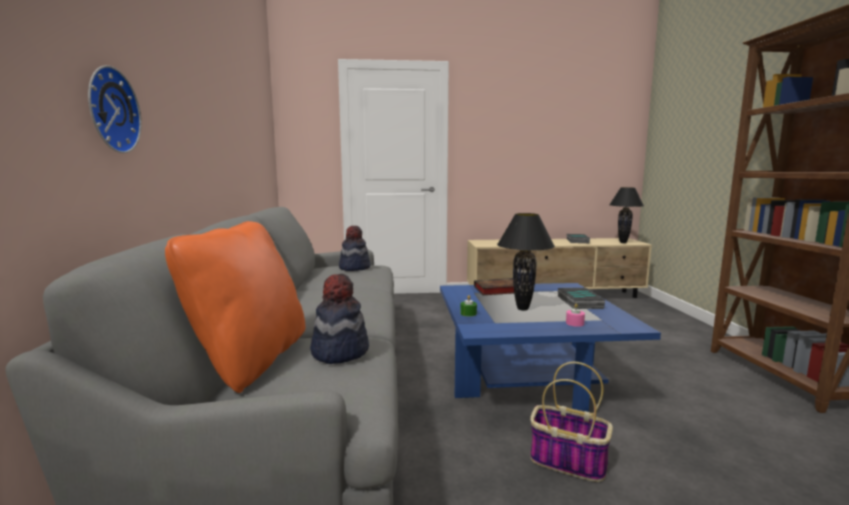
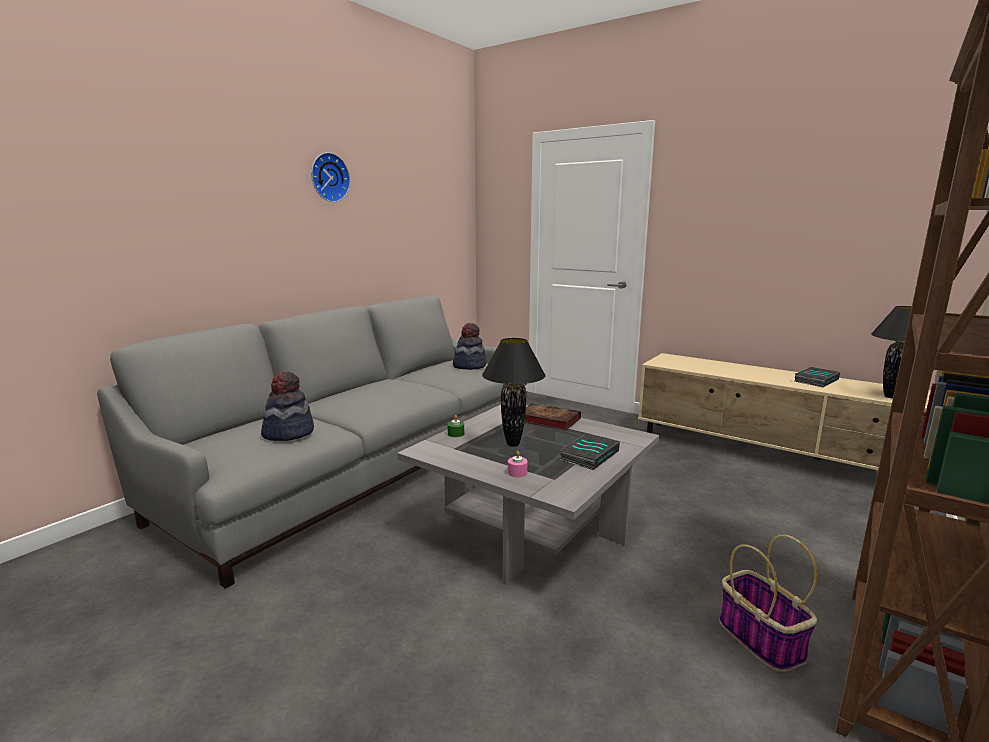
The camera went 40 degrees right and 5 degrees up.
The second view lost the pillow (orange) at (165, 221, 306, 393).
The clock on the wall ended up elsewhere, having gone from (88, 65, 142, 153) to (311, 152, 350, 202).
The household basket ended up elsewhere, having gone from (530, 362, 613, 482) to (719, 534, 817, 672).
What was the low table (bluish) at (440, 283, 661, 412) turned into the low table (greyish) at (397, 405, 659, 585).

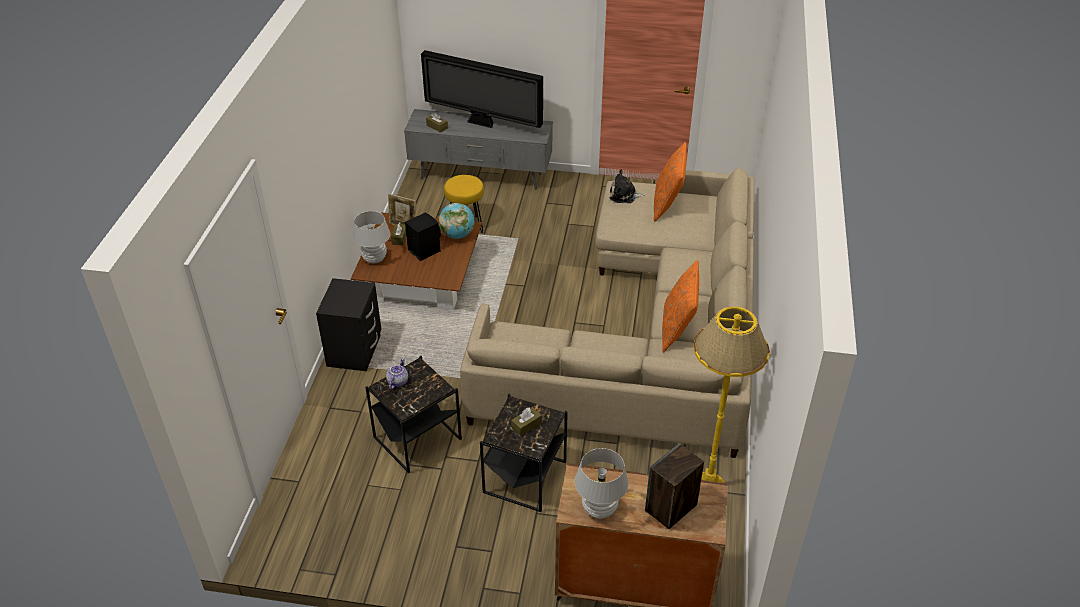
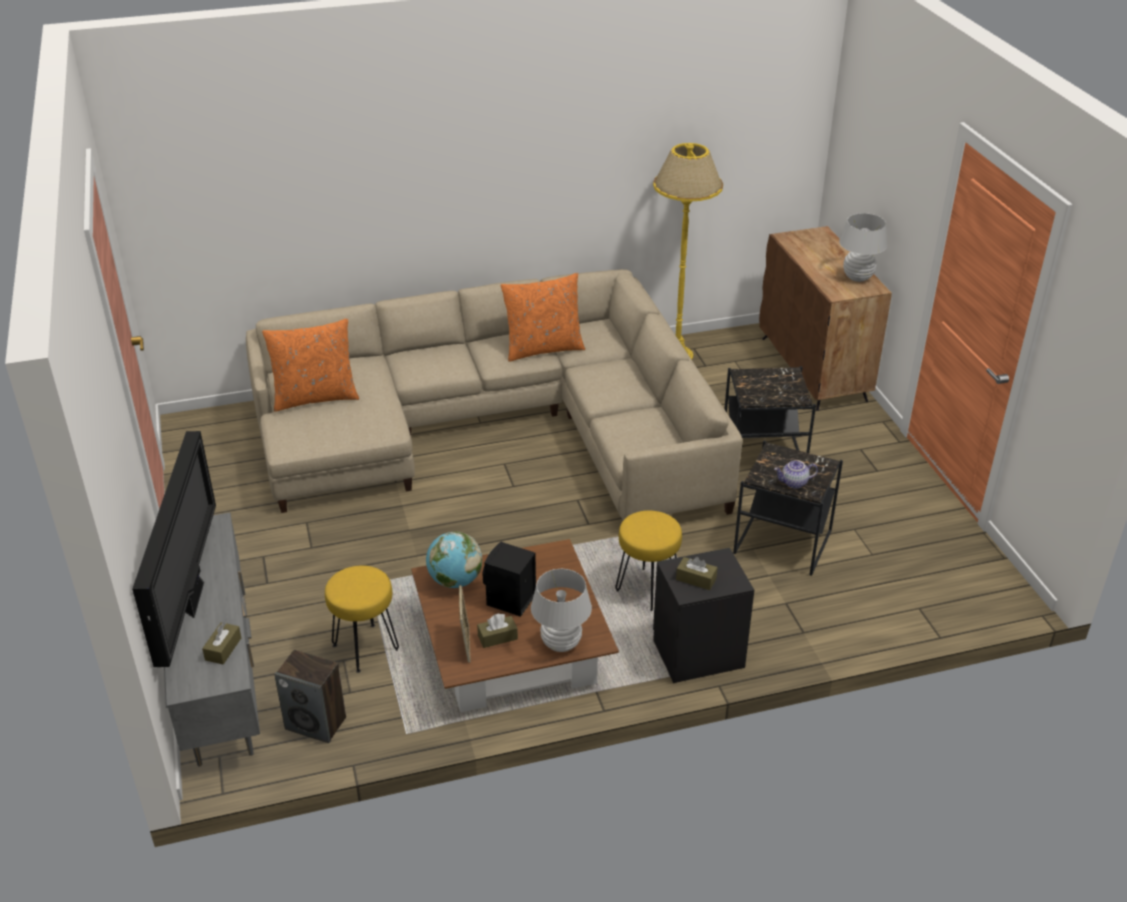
The camera went 115 degrees left and 5 degrees down.
The second view lost the plush toy at (609, 169, 645, 203).
The second view gained the stool (yellow) at (615, 510, 682, 611).
The tissue box (brownish) ended up elsewhere, having gone from (511, 407, 542, 436) to (676, 557, 718, 590).
The audio speaker ended up elsewhere, having gone from (645, 443, 704, 529) to (274, 650, 346, 743).

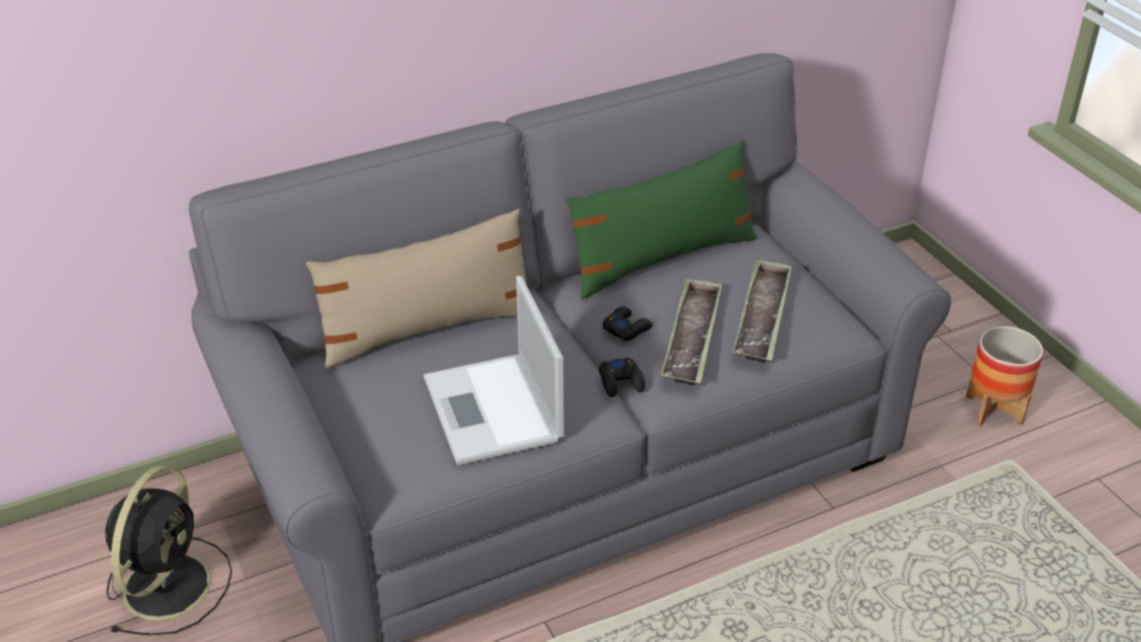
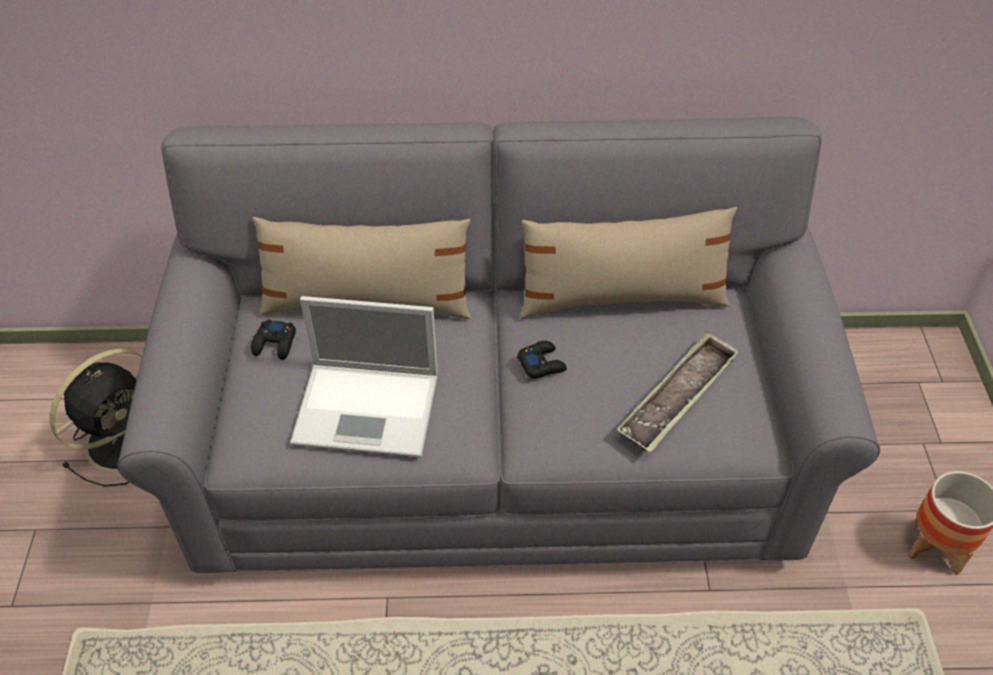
The camera went 25 degrees right and 10 degrees up.
The second view lost the carrying tray at (661, 277, 722, 386).
The joypad (black) ended up elsewhere, having gone from (599, 357, 645, 397) to (251, 320, 296, 360).
What was the pillow (green-coloured) at (566, 140, 758, 300) turned into the pillow (sand-coloured) at (520, 207, 737, 319).
The portable computer at (423, 276, 564, 465) ended up facing another way, 90 degrees counterclockwise from before.

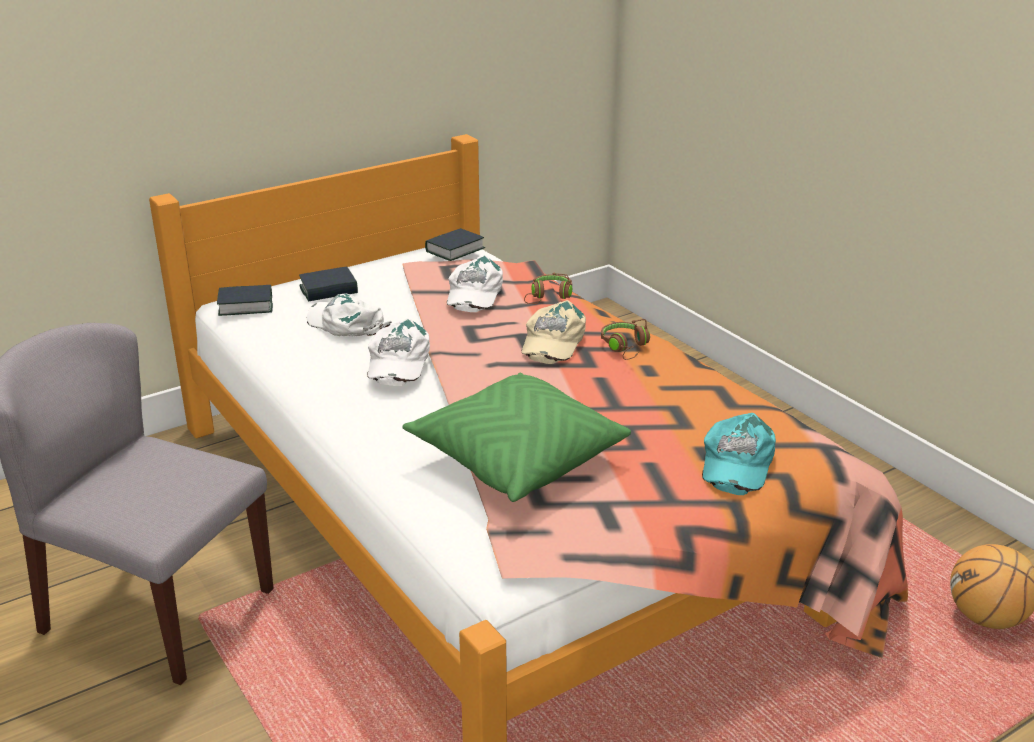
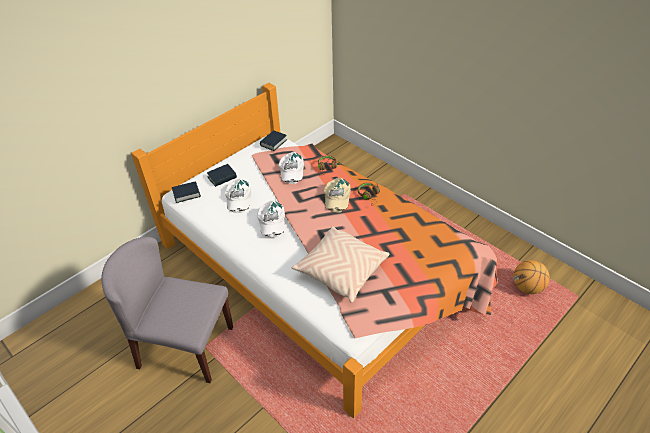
The camera went 10 degrees left and 15 degrees up.
The second view lost the baseball cap (turquoise-coloured) at (702, 413, 776, 495).
What was the pillow (green-coloured) at (402, 373, 631, 502) turned into the pillow (sand-coloured) at (292, 226, 389, 303).
The baseball cap (whitish) at (307, 293, 392, 337) ended up facing another way, 120 degrees counterclockwise from before.

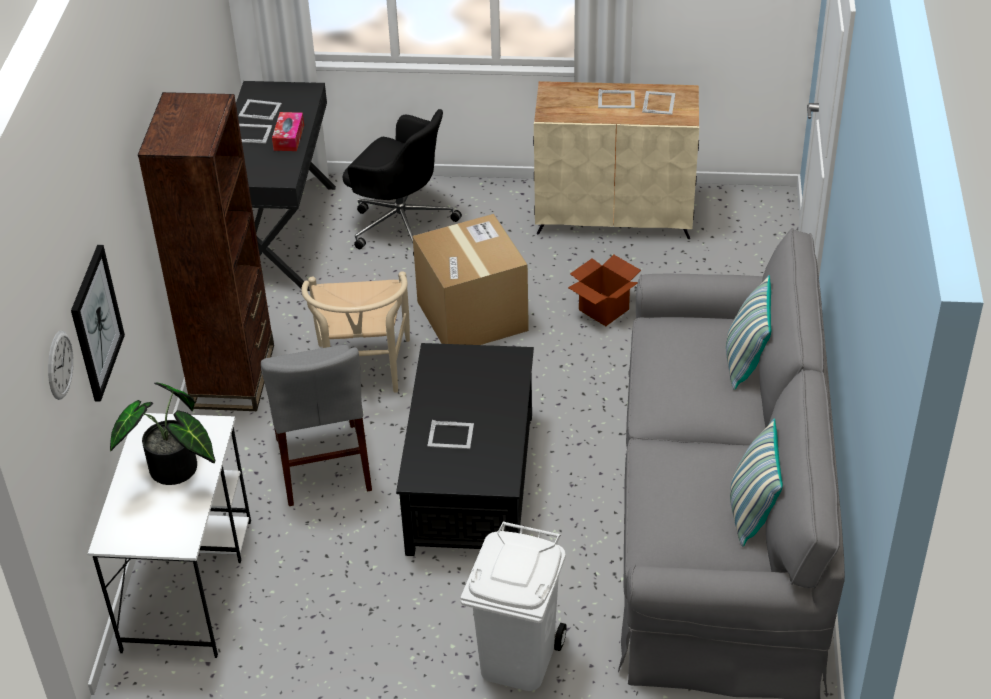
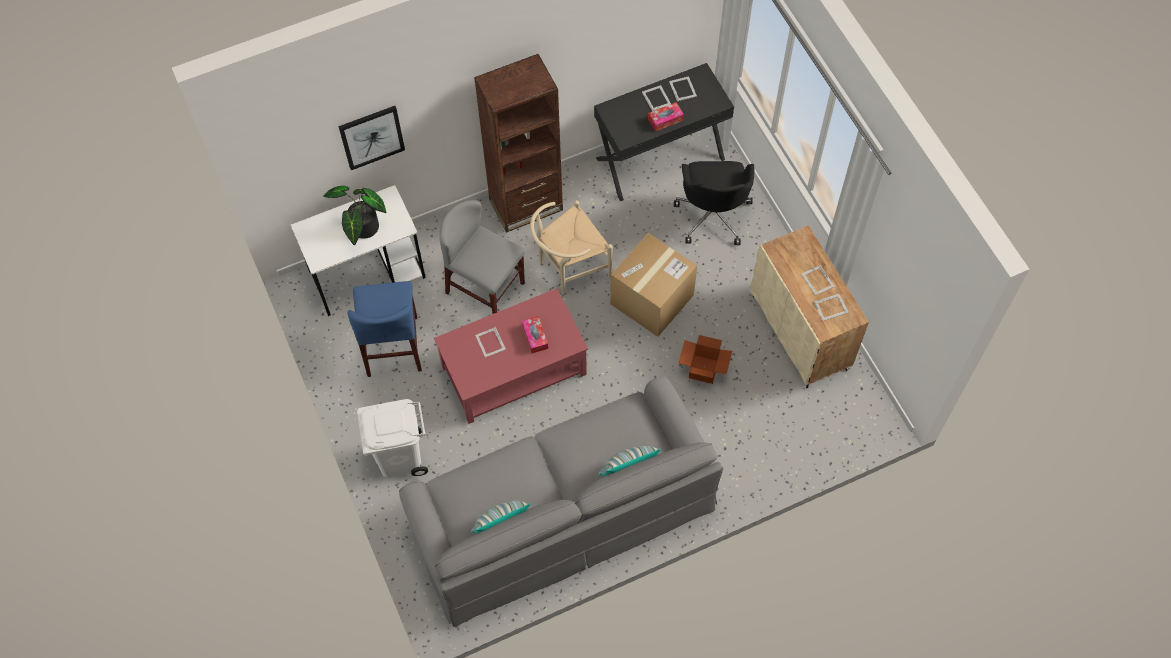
The camera went 60 degrees right and 20 degrees up.
The second view lost the clock on the wall at (48, 331, 73, 400).
The second view gained the plain chair (bluish) at (348, 281, 422, 377).
The second view gained the tissue box at (522, 316, 548, 353).
What was the low table (black) at (396, 343, 534, 556) turned into the low table (red) at (434, 288, 588, 424).
The plain chair (greyish) at (261, 345, 372, 506) ended up facing another way, 75 degrees clockwise from before.

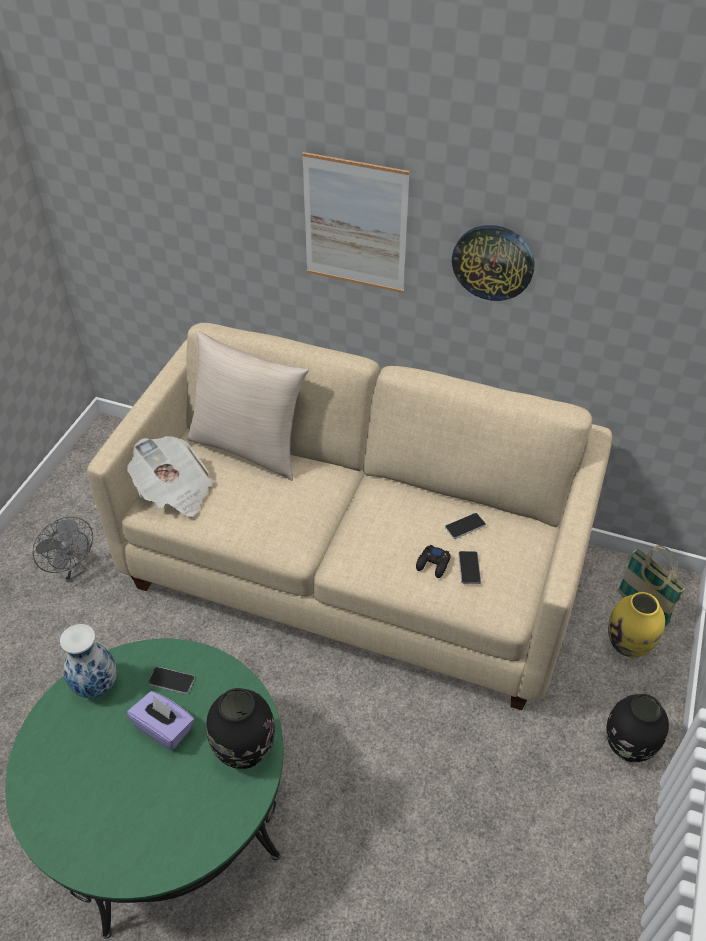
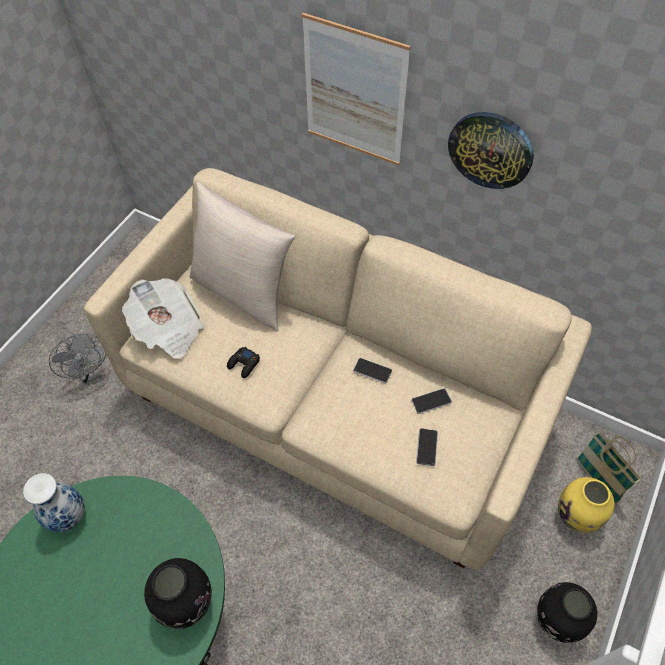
The camera went 10 degrees right and 10 degrees up.
The second view lost the tissue box (purplish) at (127, 691, 194, 751).
The phone ended up elsewhere, having gone from (148, 667, 195, 694) to (353, 358, 392, 383).
The joypad (black) ended up elsewhere, having gone from (416, 545, 451, 578) to (227, 347, 260, 378).

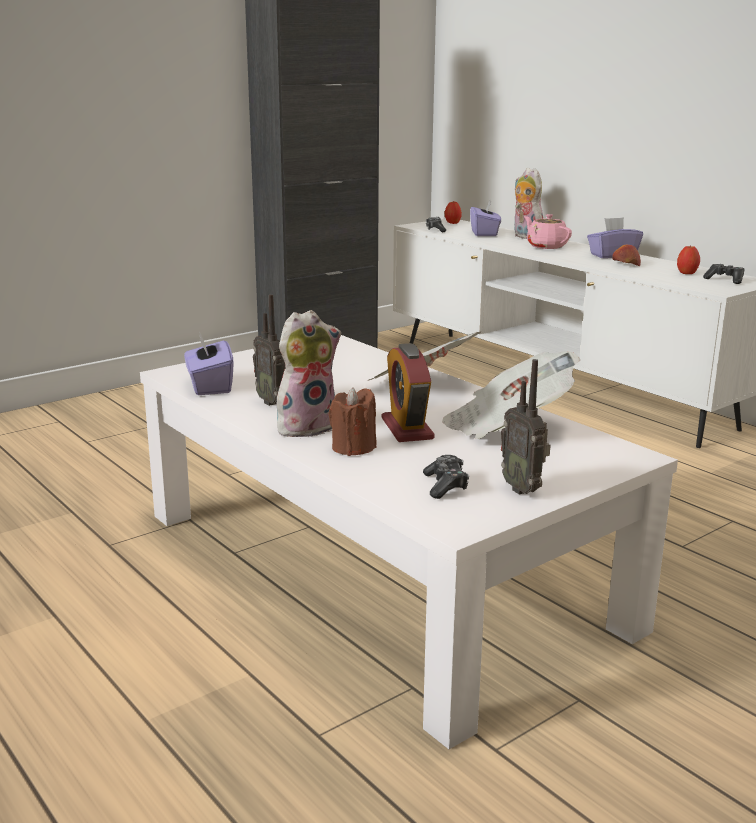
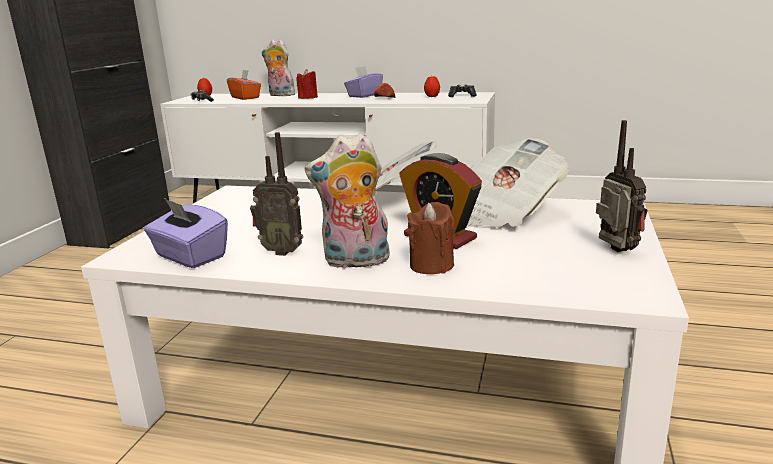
The camera went 35 degrees left and 0 degrees up.
The second view lost the joypad at (423, 455, 469, 499).
Where the teapot (pinkish) stood at (524, 214, 572, 249), the candle (red) came to stand at (296, 69, 318, 99).
What was the tissue box (purplish) at (470, 200, 501, 236) turned into the tissue box (orange) at (227, 70, 261, 100).
The plush toy at (277, 310, 341, 437) ended up facing another way, 120 degrees counterclockwise from before.
The radio set at (501, 359, 551, 495) ended up facing another way, 135 degrees counterclockwise from before.

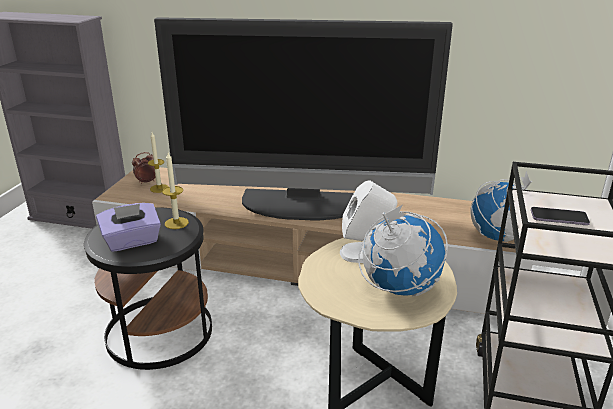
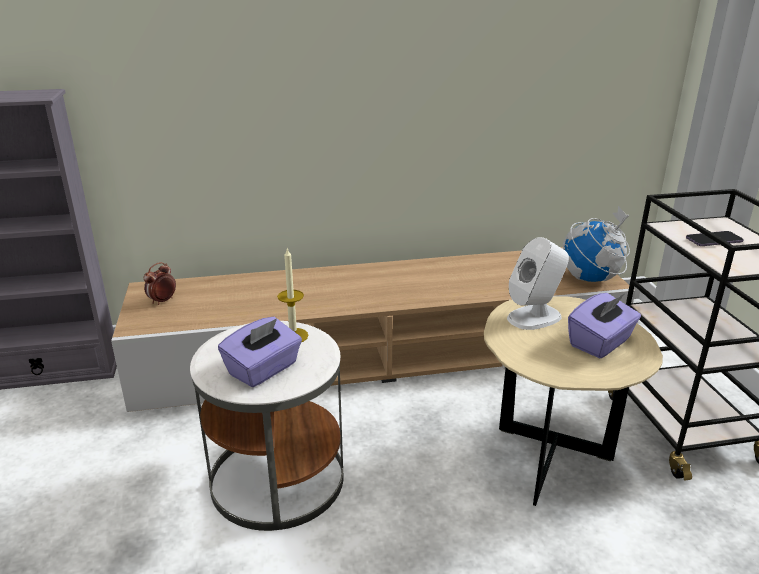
The camera went 25 degrees left and 0 degrees up.
The second view lost the candle at (148, 132, 169, 193).
The second view lost the TV set at (154, 17, 453, 220).
Where the globe stood at (358, 205, 448, 297), the tissue box (purplish) came to stand at (568, 293, 641, 358).
What was the accent table (black) at (84, 207, 212, 370) turned into the accent table (whitish) at (190, 321, 343, 531).

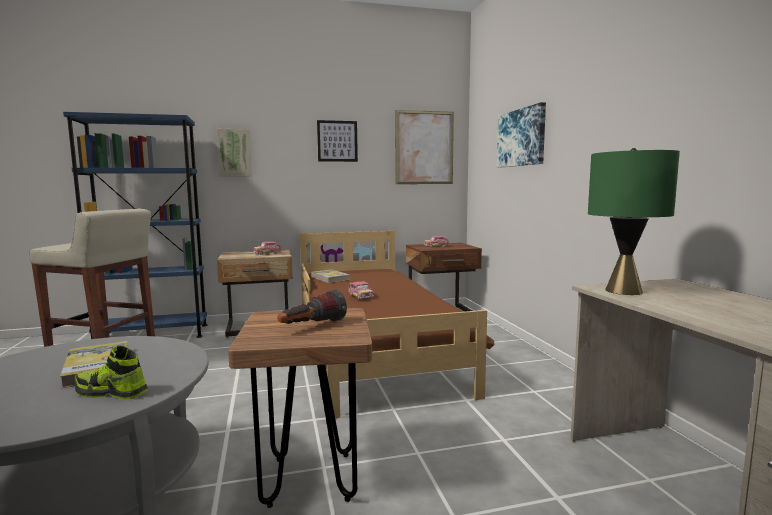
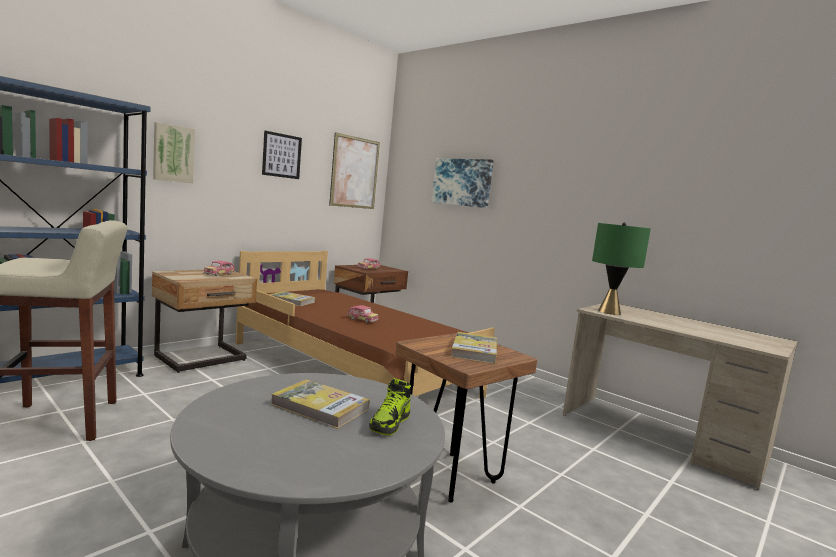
The camera went 35 degrees left and 0 degrees up.
Where the hand torch stood at (278, 289, 347, 324), the book came to stand at (451, 332, 497, 364).
The low shoe at (75, 346, 148, 399) ended up facing another way, 45 degrees counterclockwise from before.

